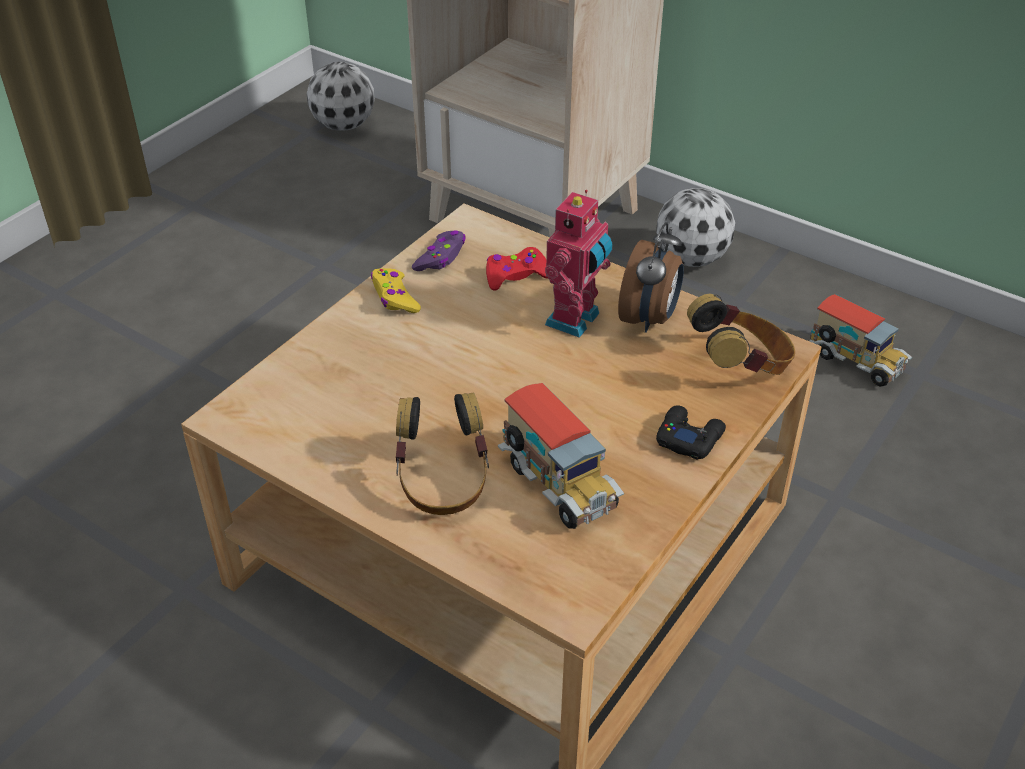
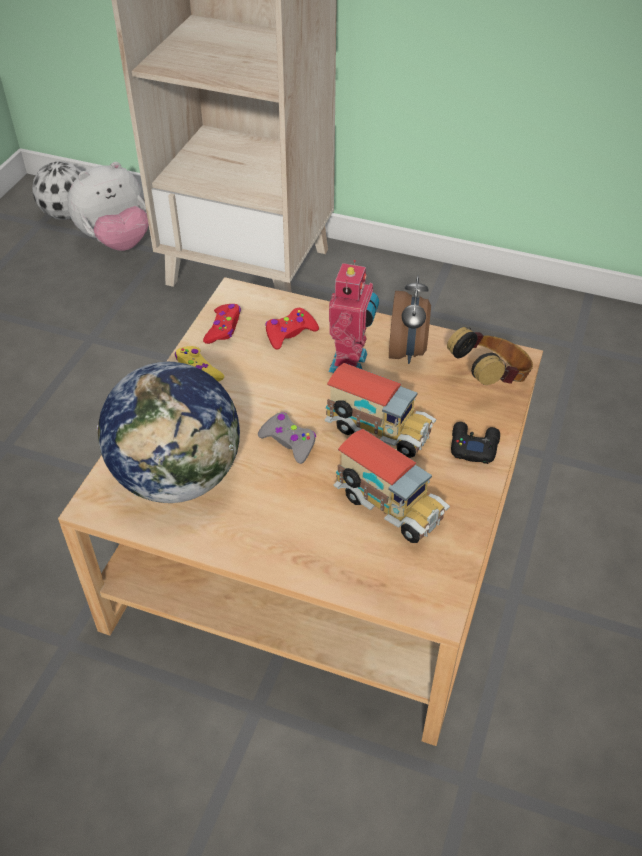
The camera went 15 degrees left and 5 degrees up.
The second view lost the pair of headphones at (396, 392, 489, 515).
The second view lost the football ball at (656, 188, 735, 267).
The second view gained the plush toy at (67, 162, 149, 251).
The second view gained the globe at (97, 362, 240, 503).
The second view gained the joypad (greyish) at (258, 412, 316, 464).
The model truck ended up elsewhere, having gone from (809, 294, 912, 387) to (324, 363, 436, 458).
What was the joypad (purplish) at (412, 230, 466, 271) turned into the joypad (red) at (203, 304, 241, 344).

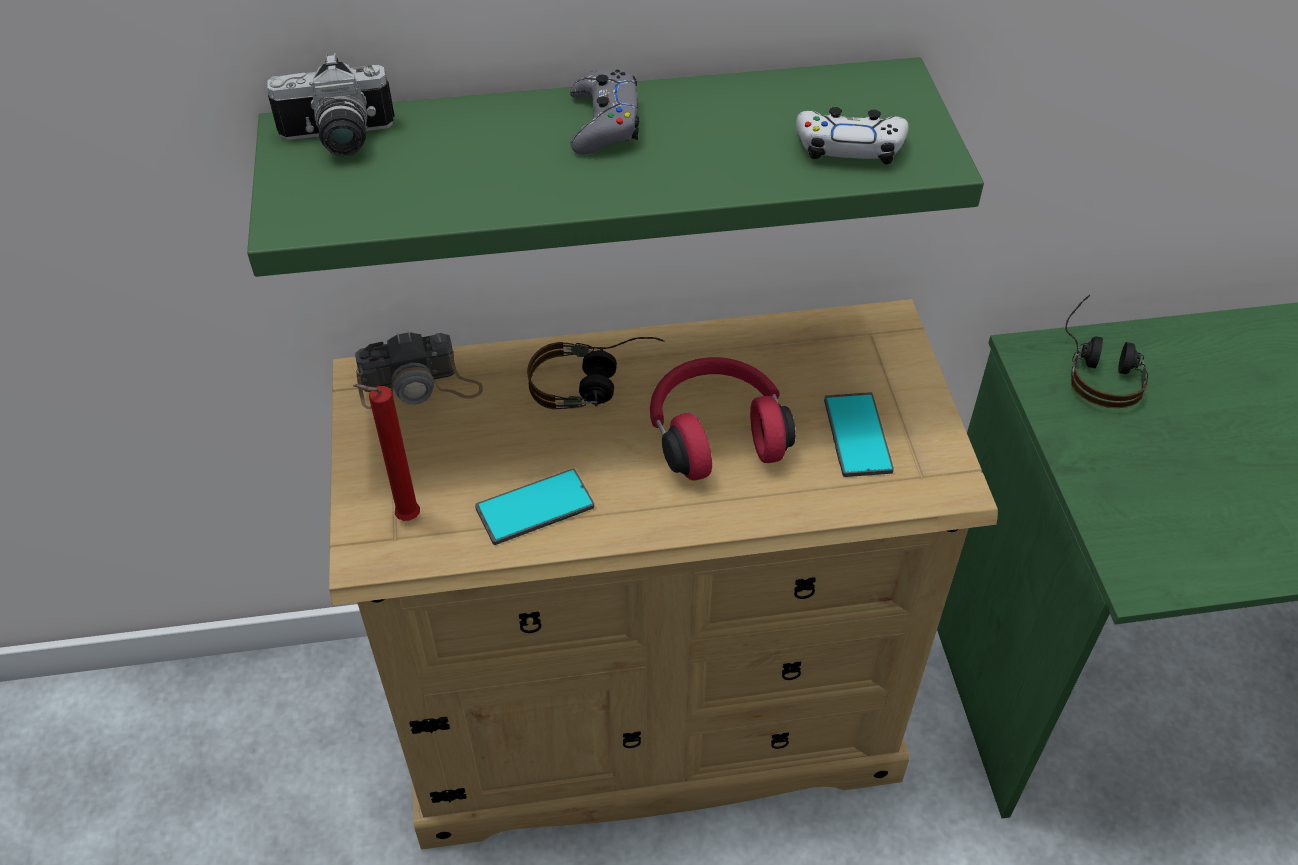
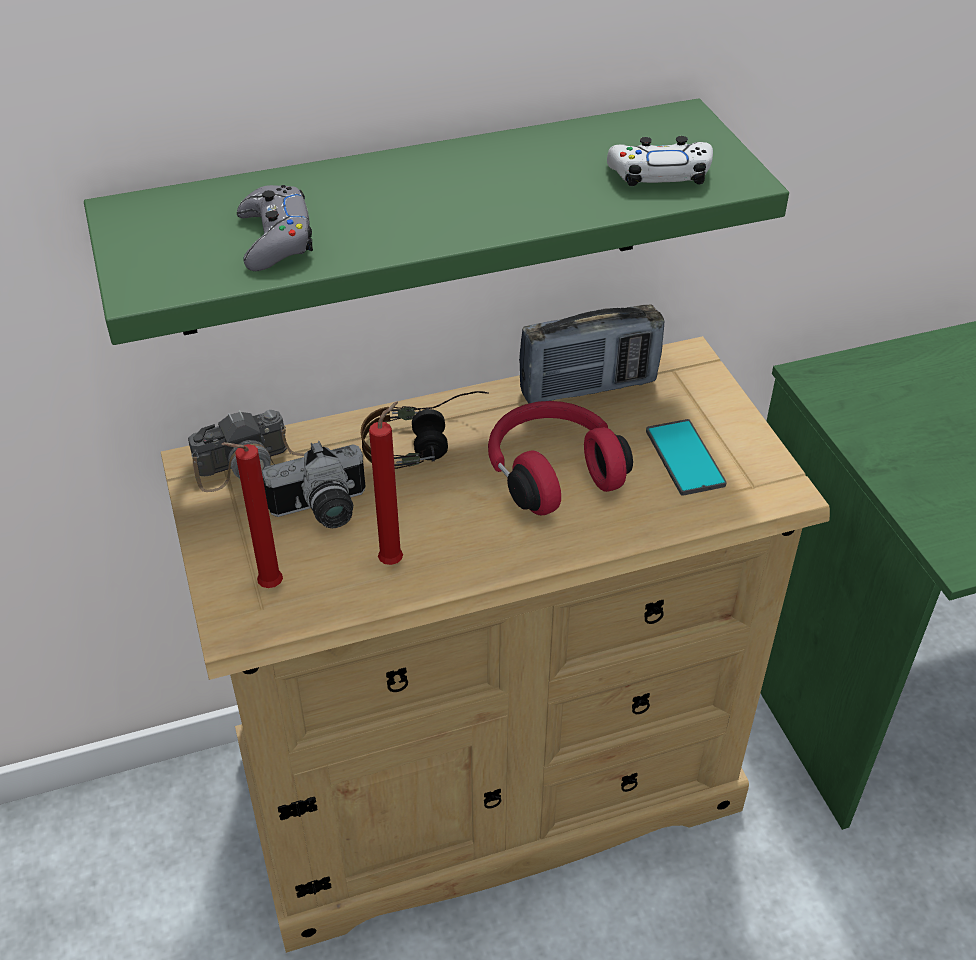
The camera went 10 degrees left and 5 degrees down.
The second view lost the pair of headphones at (1065, 295, 1148, 408).
The second view gained the radio set at (519, 305, 664, 404).
The still camera ended up elsewhere, having gone from (267, 53, 395, 157) to (262, 441, 366, 528).
The joypad (greyish) ended up elsewhere, having gone from (570, 68, 639, 155) to (237, 185, 313, 271).
Where the phone stood at (475, 469, 594, 545), the candle (red) came to stand at (369, 401, 403, 565).

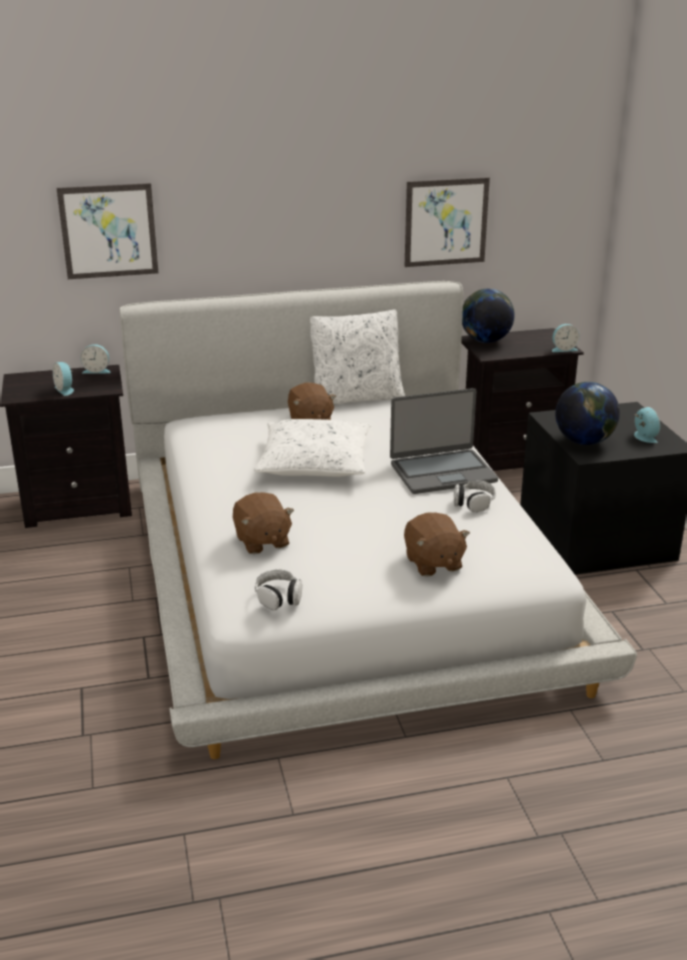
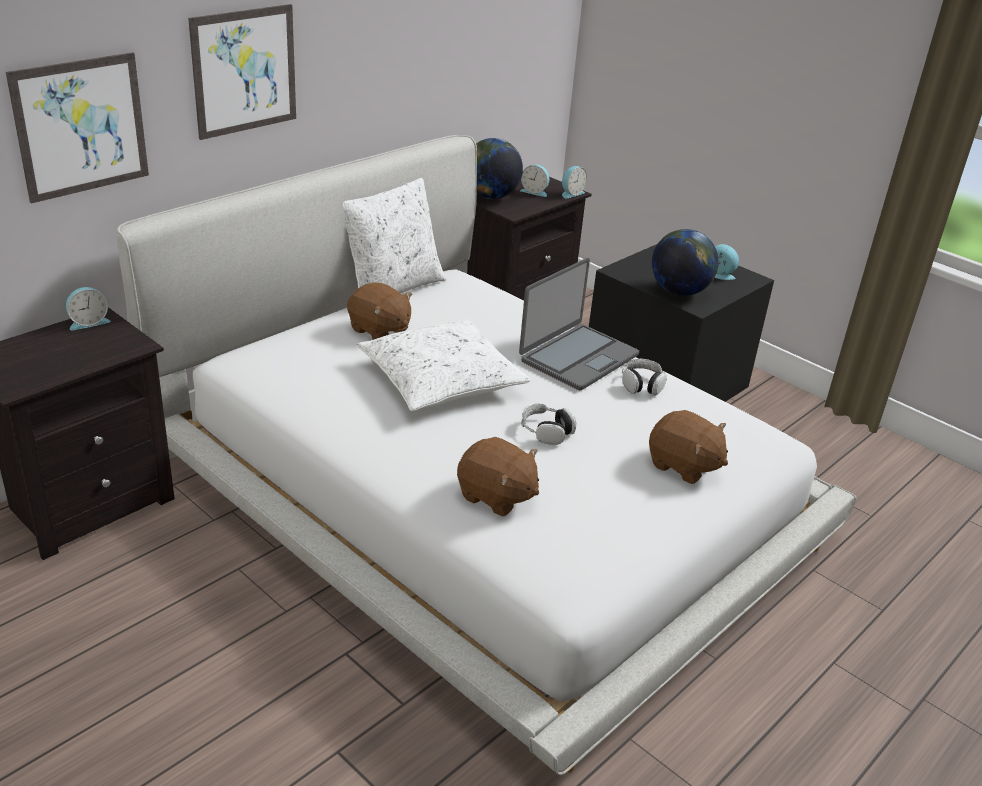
The camera went 35 degrees left and 5 degrees up.
The table clock ended up elsewhere, having gone from (53, 362, 74, 396) to (520, 164, 549, 197).
The pair of headphones ended up elsewhere, having gone from (255, 570, 302, 610) to (521, 404, 576, 445).
The picture ended up elsewhere, having gone from (405, 177, 490, 267) to (188, 4, 296, 140).

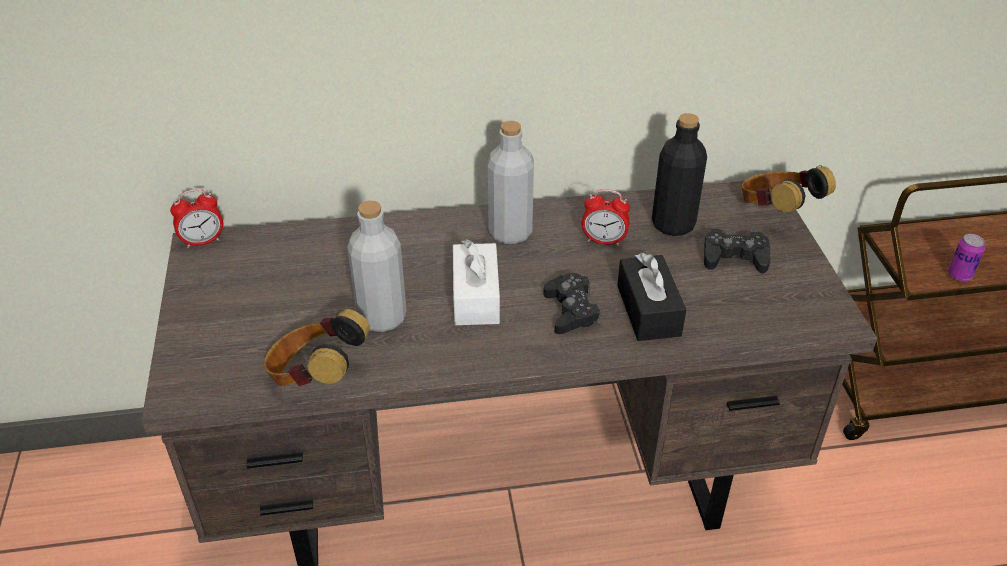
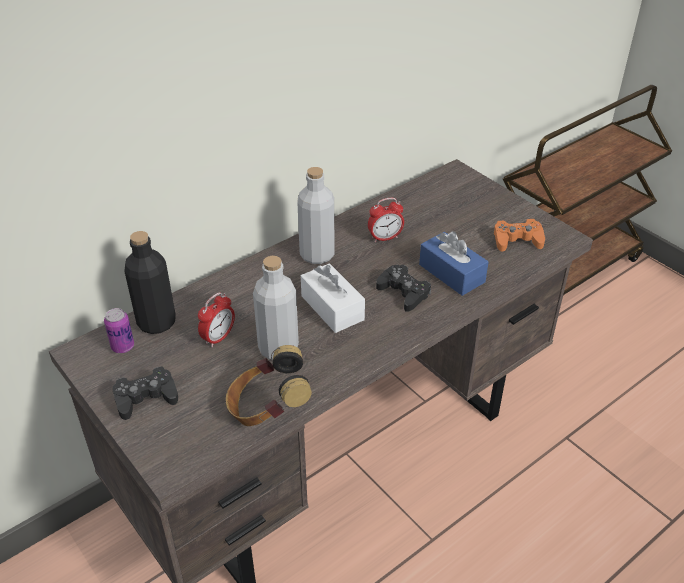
The camera went 30 degrees left and 0 degrees up.
The second view lost the pair of headphones at (742, 166, 836, 213).
The second view gained the joypad (orange) at (494, 218, 545, 252).
The table clock ended up elsewhere, having gone from (170, 189, 223, 248) to (198, 292, 235, 347).
The drink bottle (black) ended up elsewhere, having gone from (652, 113, 707, 236) to (124, 231, 175, 334).
The joypad (black) ended up elsewhere, having gone from (704, 228, 771, 274) to (112, 366, 178, 420).
The can ended up elsewhere, having gone from (948, 234, 985, 281) to (104, 308, 134, 353).
What was the tissue box (black) at (617, 253, 686, 341) turned into the tissue box (bluish) at (419, 231, 489, 296).

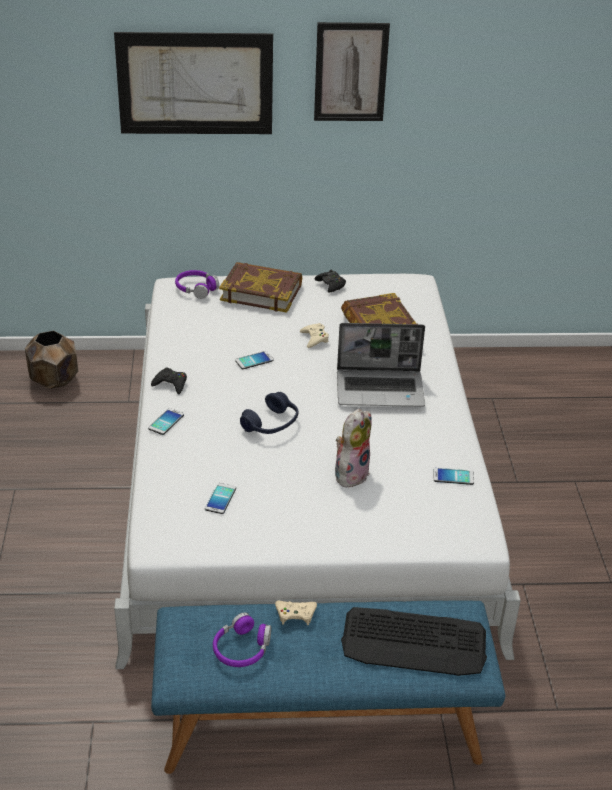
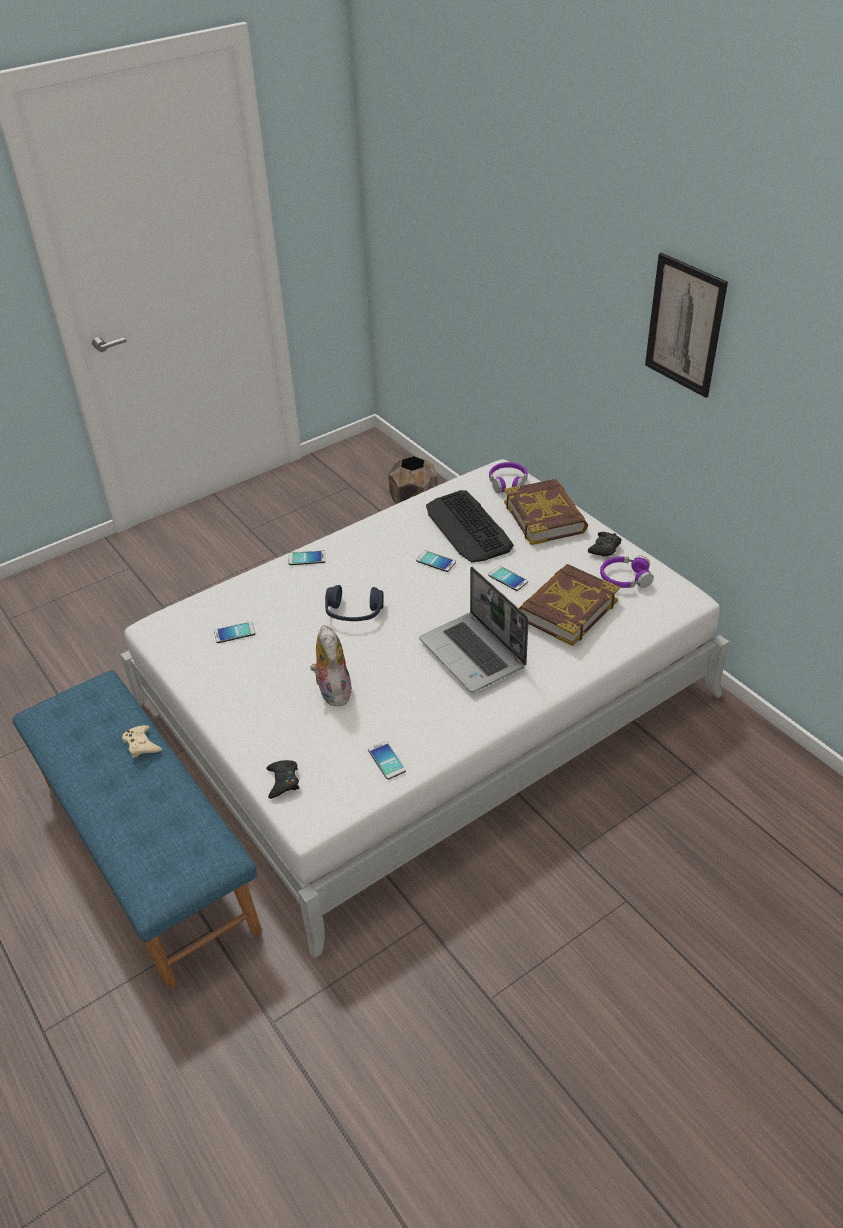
The camera went 60 degrees right and 5 degrees up.
The second view lost the picture at (114, 32, 273, 134).
The joypad (black) ended up elsewhere, having gone from (151, 367, 187, 394) to (266, 760, 299, 799).
The pair of headphones (purplish) ended up elsewhere, having gone from (213, 613, 271, 667) to (600, 556, 654, 588).
The keyboard ended up elsewhere, having gone from (341, 607, 487, 676) to (426, 490, 514, 562).
Where the joypad (sand-coloured) stood at (300, 323, 329, 348), the phone came to stand at (488, 566, 528, 591).
The plush toy at (335, 409, 372, 490) ended up facing another way, 105 degrees counterclockwise from before.

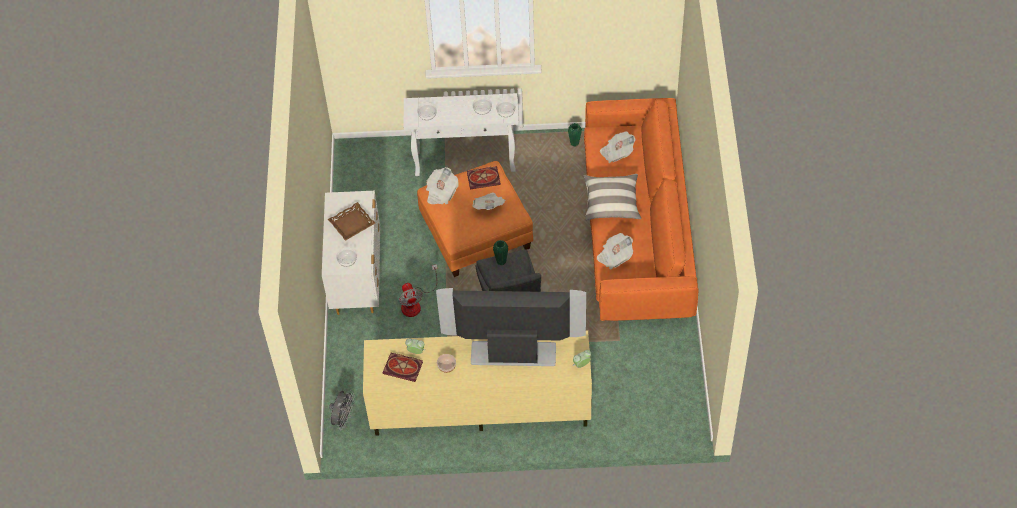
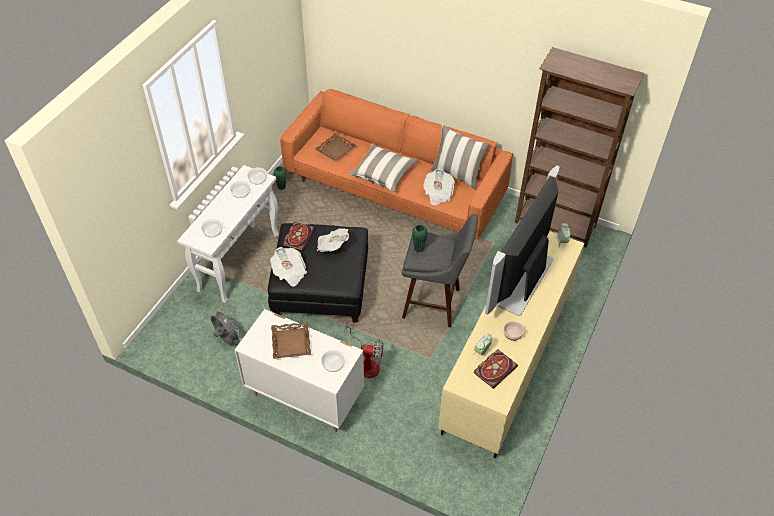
The camera went 65 degrees left and 5 degrees down.
The second view gained the pillow at (431, 124, 490, 190).
The second view gained the bookcase (brownish) at (515, 47, 645, 248).
The fan (greyish) ended up elsewhere, having gone from (329, 390, 355, 430) to (211, 309, 242, 345).
Where the daily paper stood at (600, 131, 636, 163), the carrying tray (brownish) came to stand at (315, 133, 356, 161).
What was the pouffe (orange) at (417, 161, 533, 277) turned into the pouffe (black) at (268, 223, 368, 323).

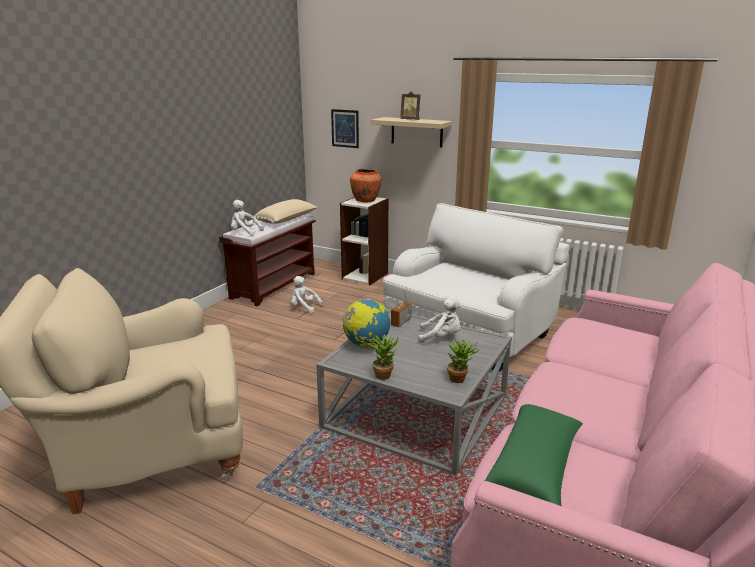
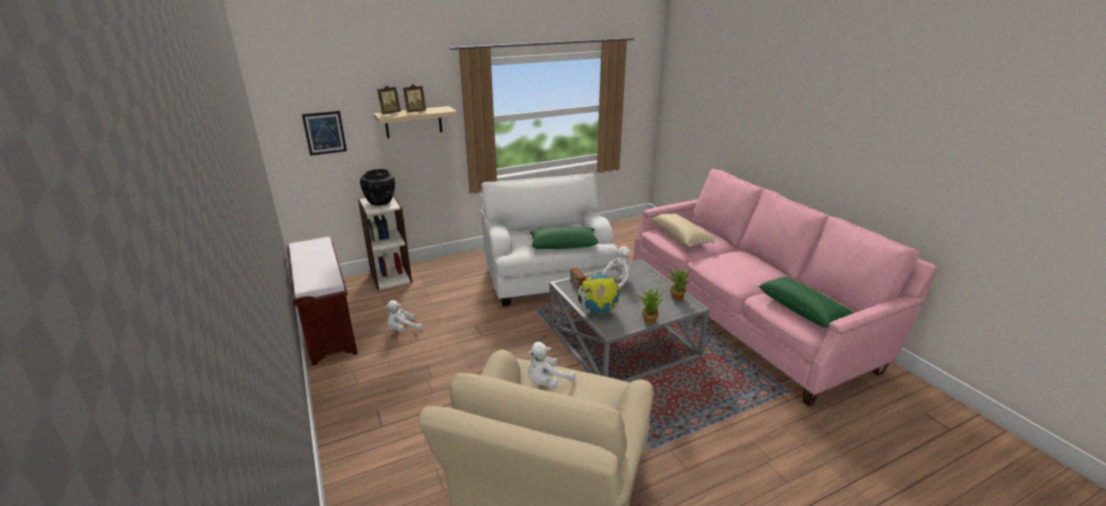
The camera went 55 degrees left and 5 degrees up.
The second view gained the photo frame at (377, 85, 401, 115).
The second view gained the pillow (green-coloured) at (528, 227, 601, 249).
The plush toy (whitish) ended up elsewhere, having gone from (231, 200, 264, 236) to (528, 342, 576, 389).
The pillow (sand-coloured) ended up elsewhere, having gone from (254, 199, 317, 224) to (652, 213, 716, 247).
What was the vase (orange) at (350, 169, 382, 202) turned into the vase (black) at (360, 169, 395, 206).

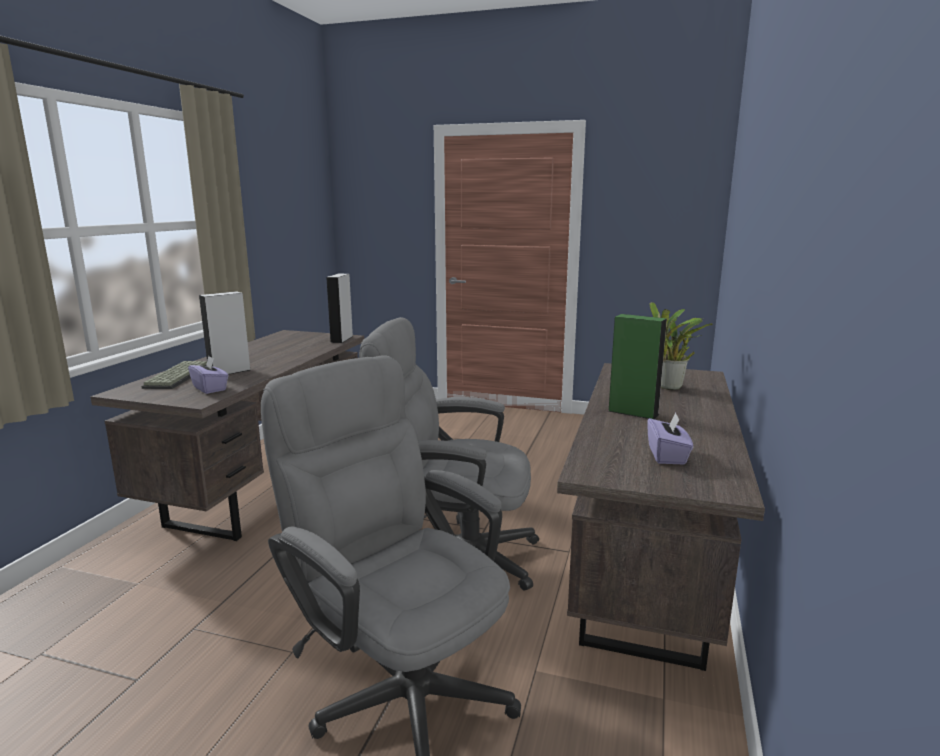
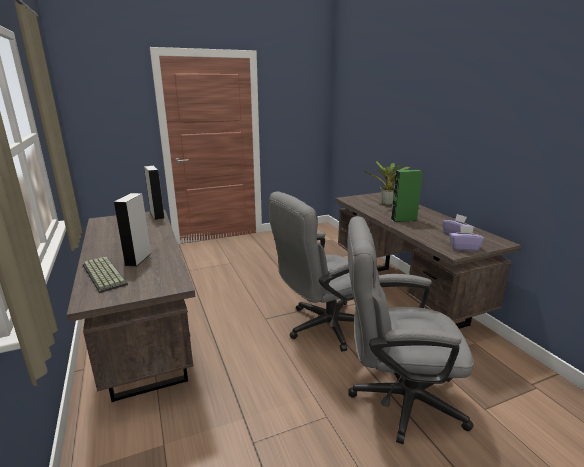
The camera went 40 degrees left and 5 degrees up.
The tissue box (purplish) ended up elsewhere, having gone from (188, 356, 229, 394) to (449, 225, 484, 251).

